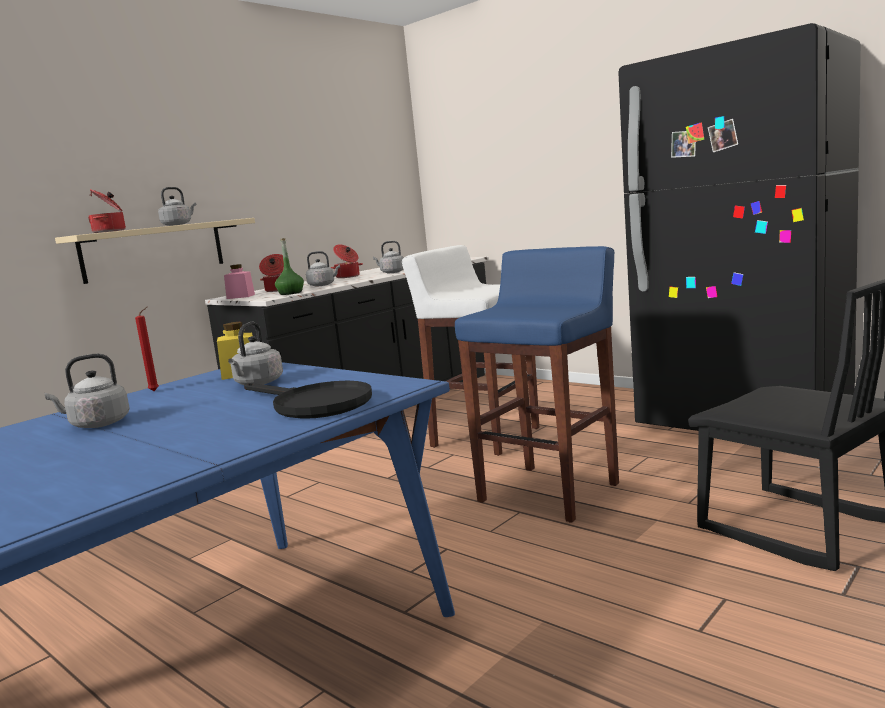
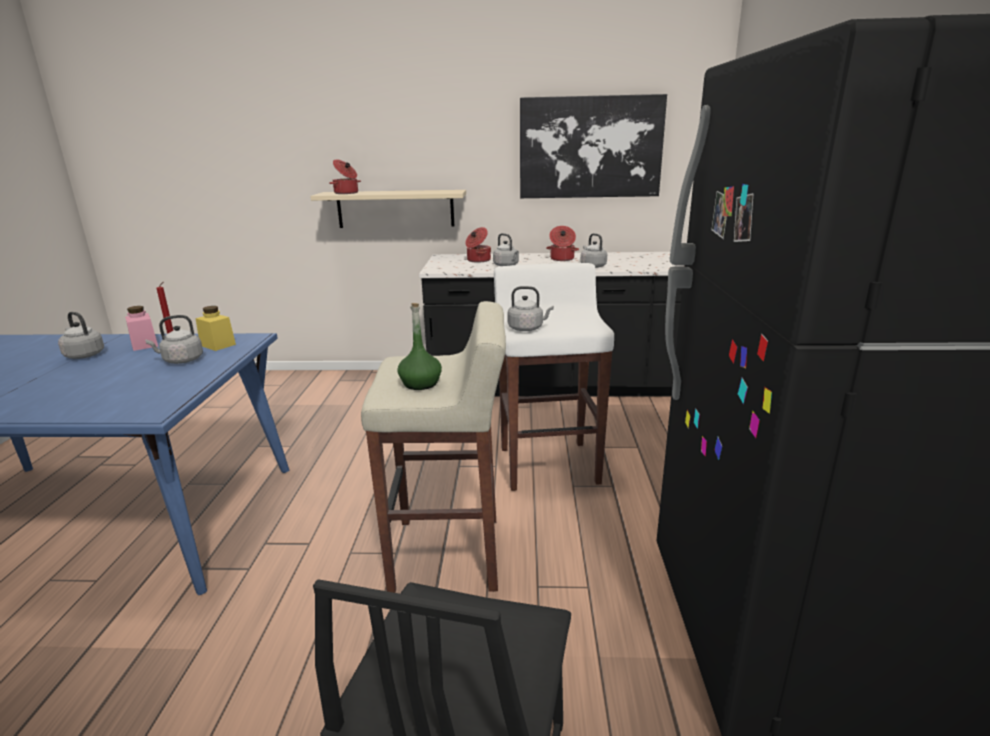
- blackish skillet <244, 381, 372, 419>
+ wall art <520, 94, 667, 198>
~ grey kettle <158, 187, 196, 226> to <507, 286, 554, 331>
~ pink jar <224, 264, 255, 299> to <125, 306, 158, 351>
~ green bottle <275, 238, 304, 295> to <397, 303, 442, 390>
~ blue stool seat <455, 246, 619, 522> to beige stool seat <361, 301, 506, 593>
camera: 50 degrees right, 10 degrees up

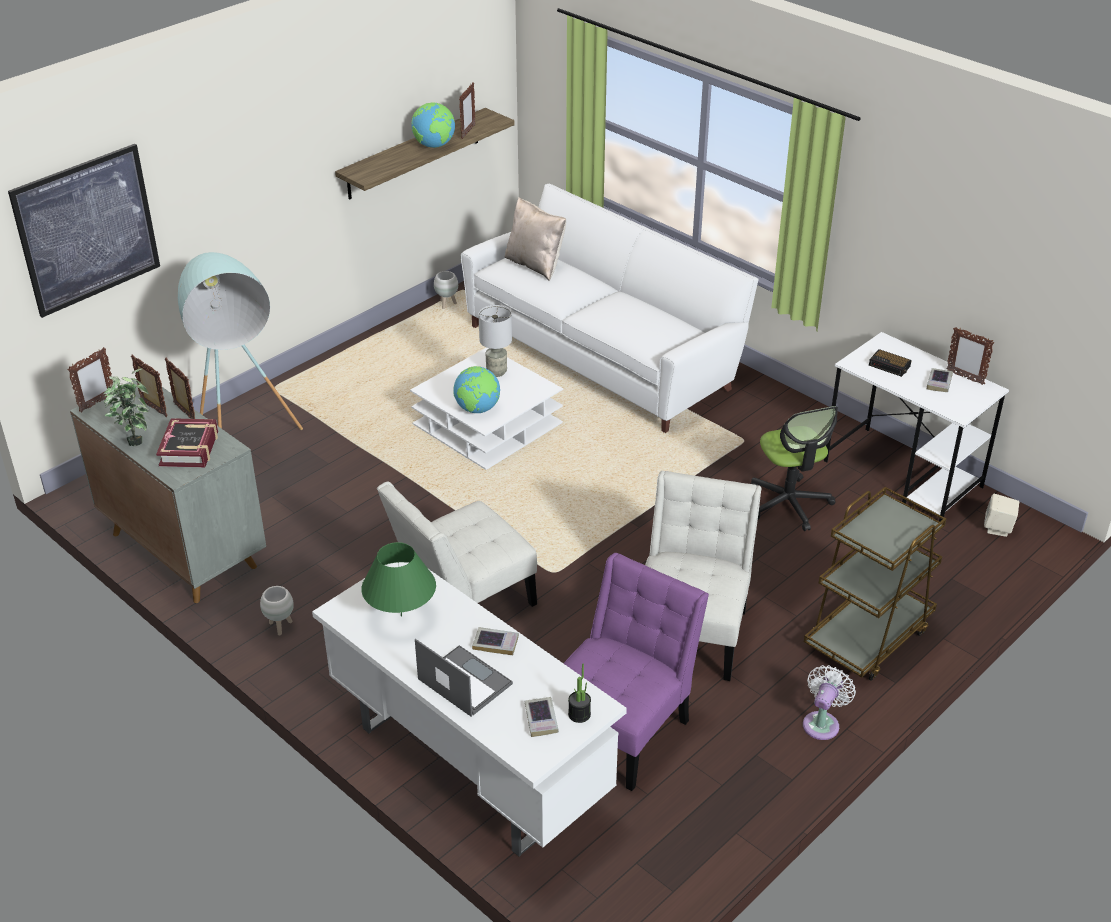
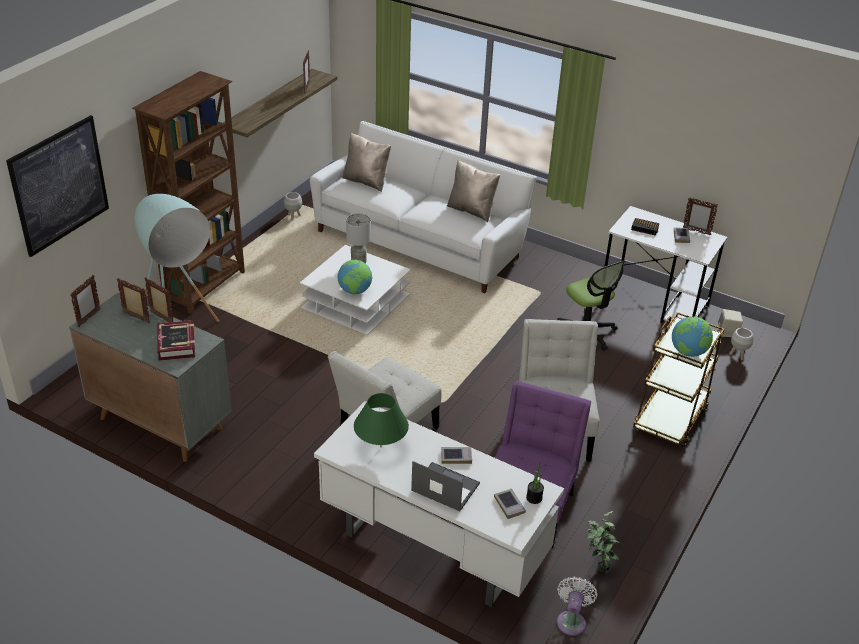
+ brown shelving unit <132, 71, 245, 314>
+ beige cushion <447, 160, 500, 222>
~ plant in a pot <103, 369, 149, 446> to <587, 511, 620, 572>
~ white plant pot <260, 586, 294, 636> to <729, 328, 754, 360>
~ world globe <411, 103, 455, 148> to <672, 316, 713, 357>
~ white fan <803, 665, 856, 740> to <557, 576, 597, 636>
camera: 15 degrees left, 0 degrees up

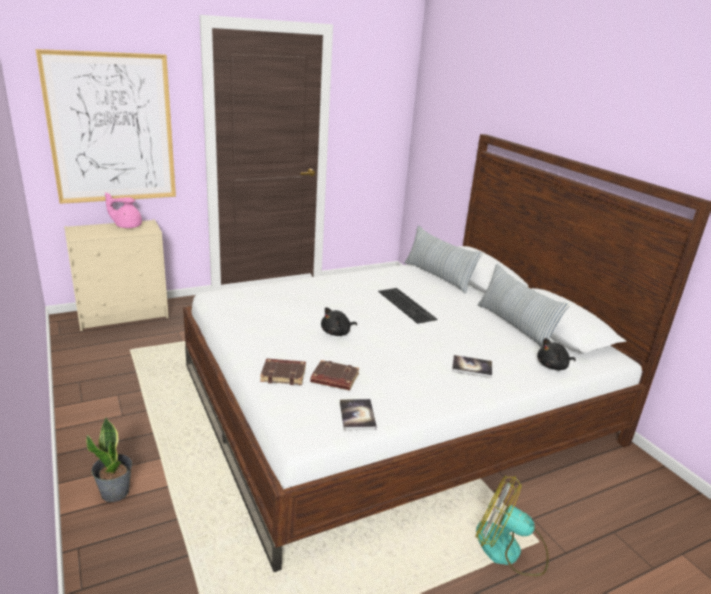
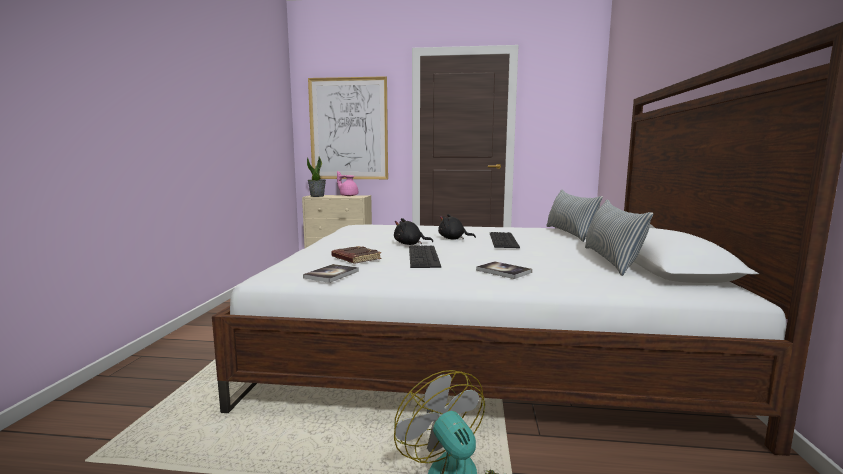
- brown volume <260, 359, 306, 385>
+ PC keyboard <409, 245, 441, 268>
~ plant in a pot <86, 417, 132, 502> to <307, 156, 326, 197>
~ blackish soft toy <537, 338, 576, 370> to <438, 214, 476, 240>
camera: 35 degrees right, 15 degrees down

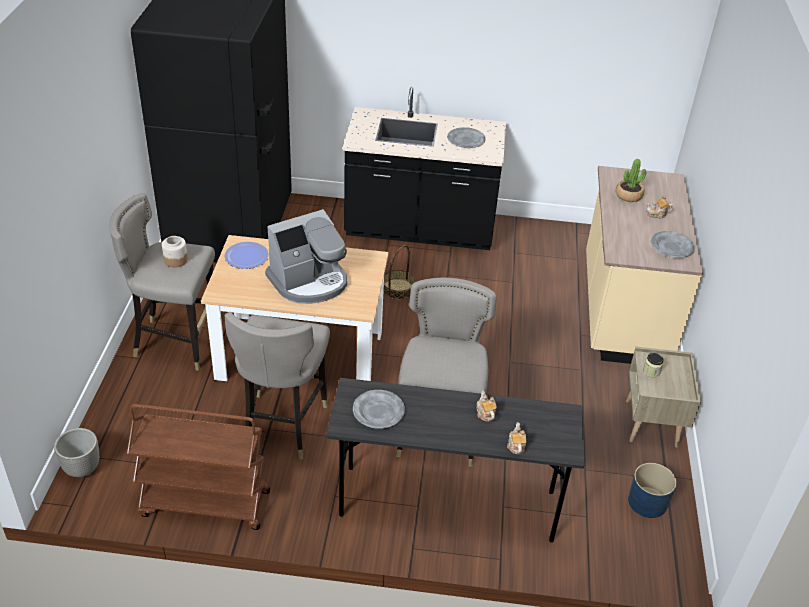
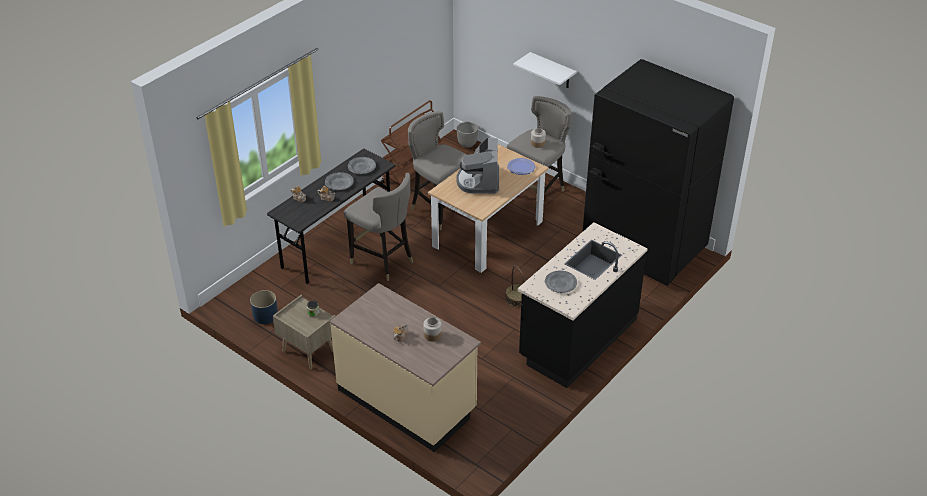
+ white wall shelf <513, 52, 577, 88>
~ grey dinner plate <651, 231, 695, 258> to <325, 172, 354, 190>
~ plant in a pot <616, 159, 646, 202> to jar <423, 317, 442, 342>
camera: 125 degrees right, 0 degrees up

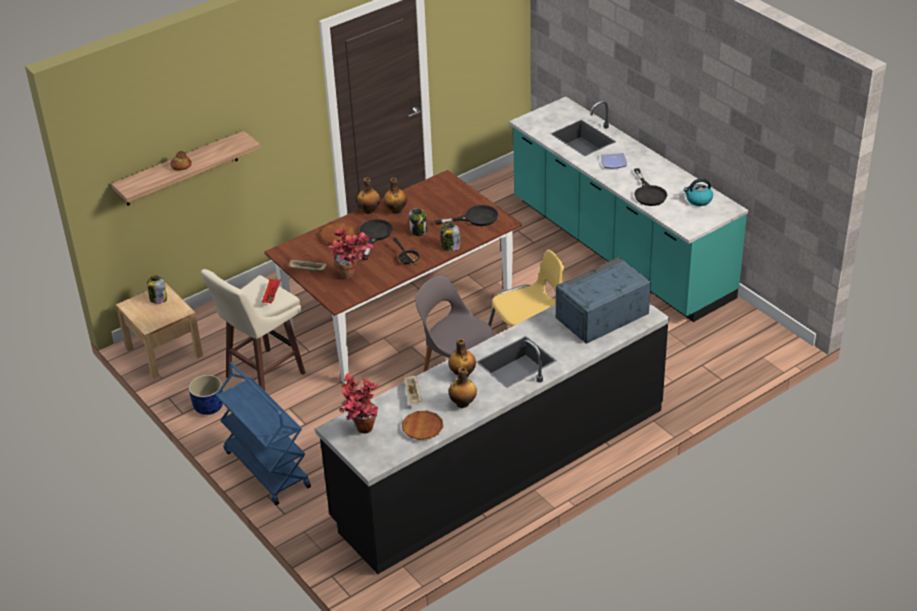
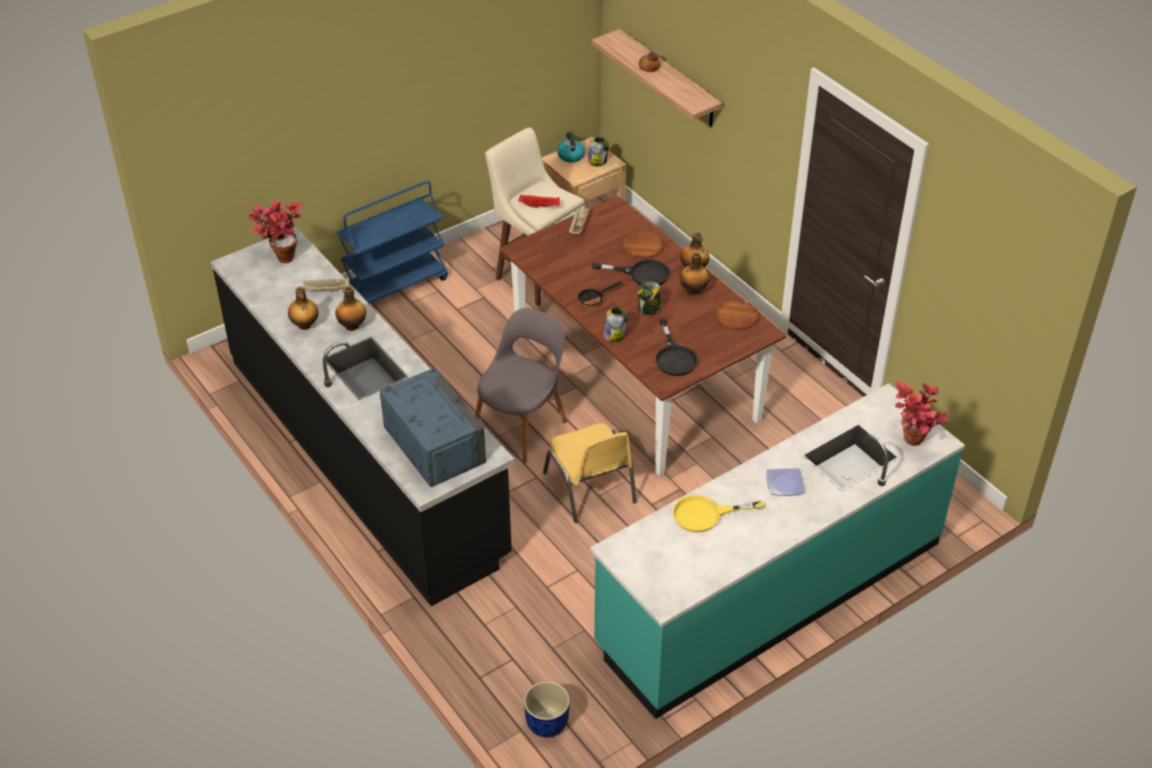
~ blue plant pot <188, 375, 223, 415> to <524, 681, 570, 737>
~ plant in a pot <328, 227, 373, 279> to <895, 381, 949, 446>
~ brown dinner plate <402, 410, 443, 440> to <715, 300, 759, 329>
~ kettle <683, 178, 713, 206> to <557, 132, 585, 163>
~ blackish skillet <634, 168, 667, 206> to yellow skillet <673, 495, 765, 532>
camera: 90 degrees right, 5 degrees up

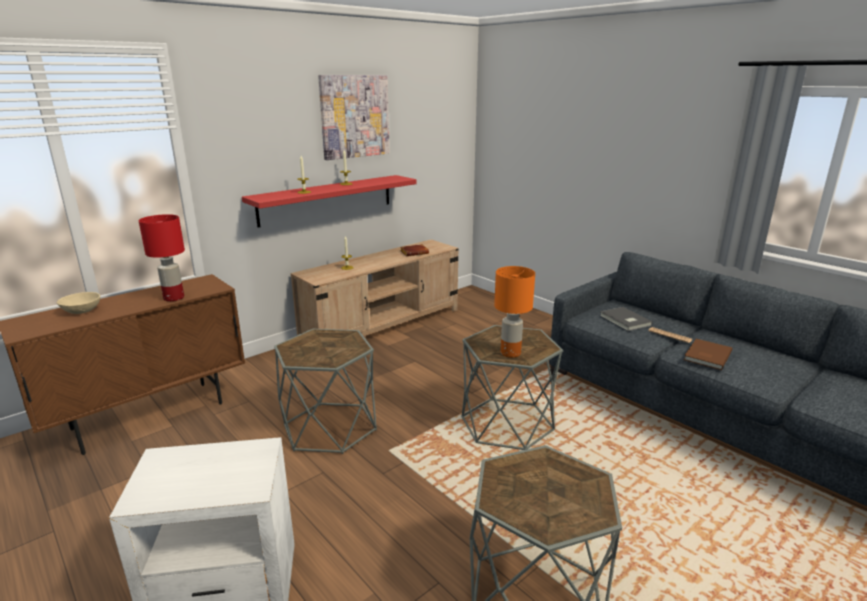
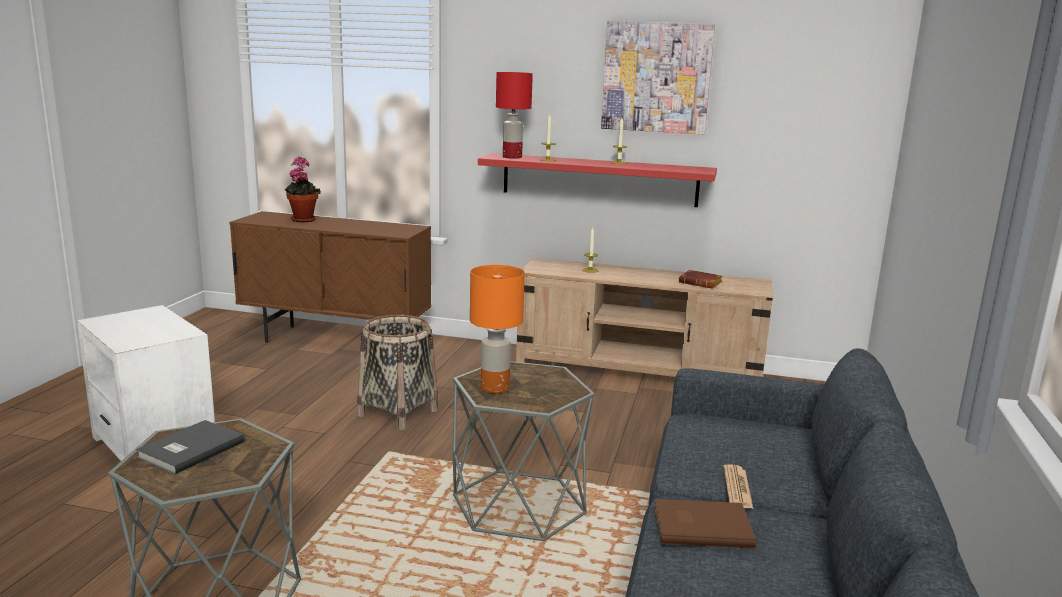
~ reddish table lamp <139, 214, 185, 301> to <496, 72, 533, 159>
~ grey volume <599, 307, 652, 331> to <136, 420, 245, 474>
~ beige deep dish <57, 292, 100, 314> to plant in a pot <285, 156, 321, 222>
~ grey accent table <274, 329, 377, 454> to household basket <357, 315, 439, 430>
camera: 55 degrees right, 5 degrees down

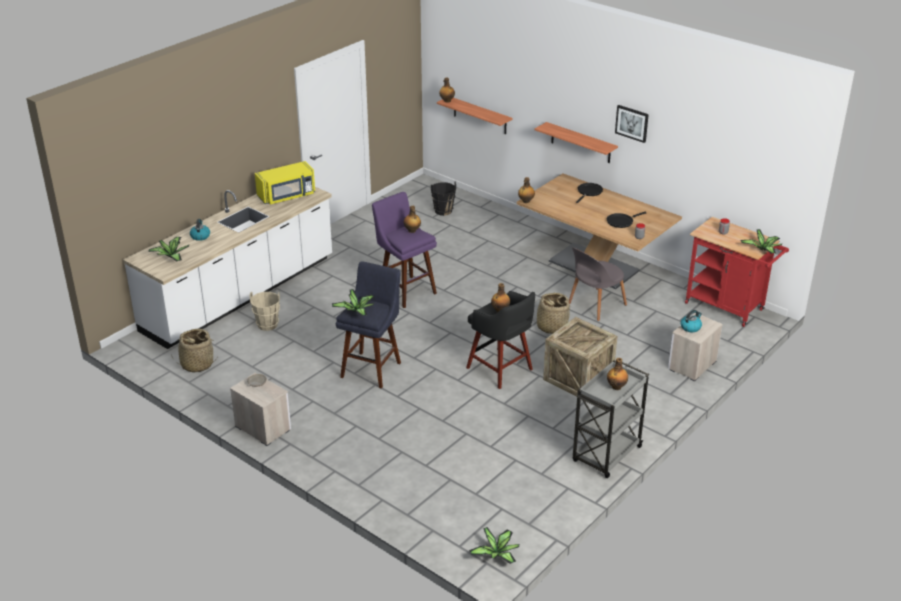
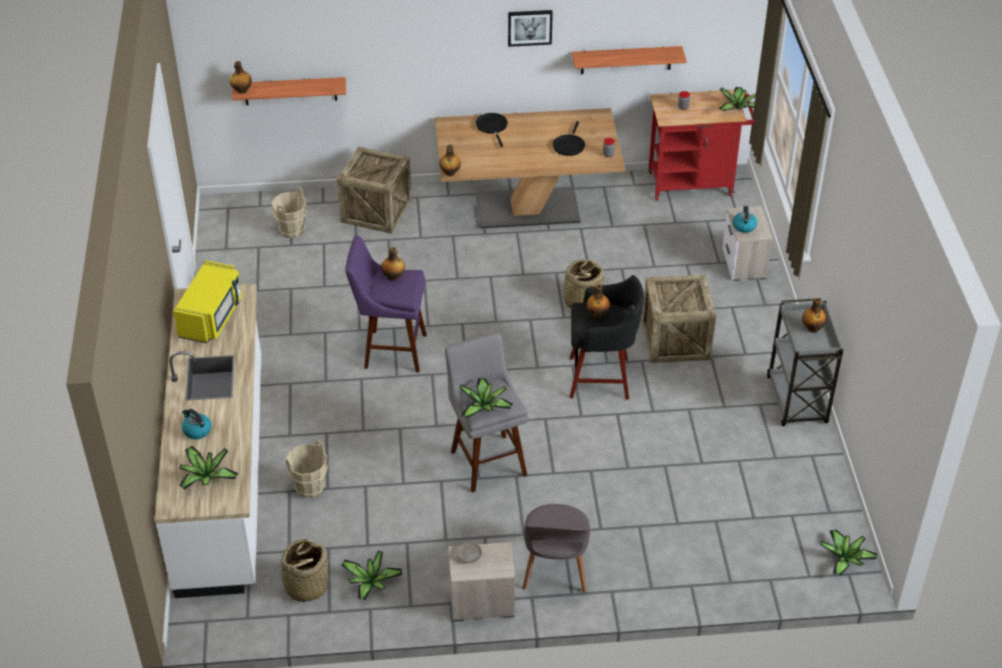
+ shipping crate <337, 147, 412, 234>
+ plant in a pot <342, 551, 402, 600>
~ wall shelf <534, 122, 618, 163> to <572, 46, 687, 74>
~ grey chair <569, 247, 627, 321> to <523, 504, 590, 593>
~ blue stool seat <336, 262, 401, 389> to grey stool seat <445, 333, 529, 493>
~ blackish water bucket <431, 181, 456, 216> to beige water bucket <271, 187, 307, 238>
camera: 45 degrees left, 10 degrees up

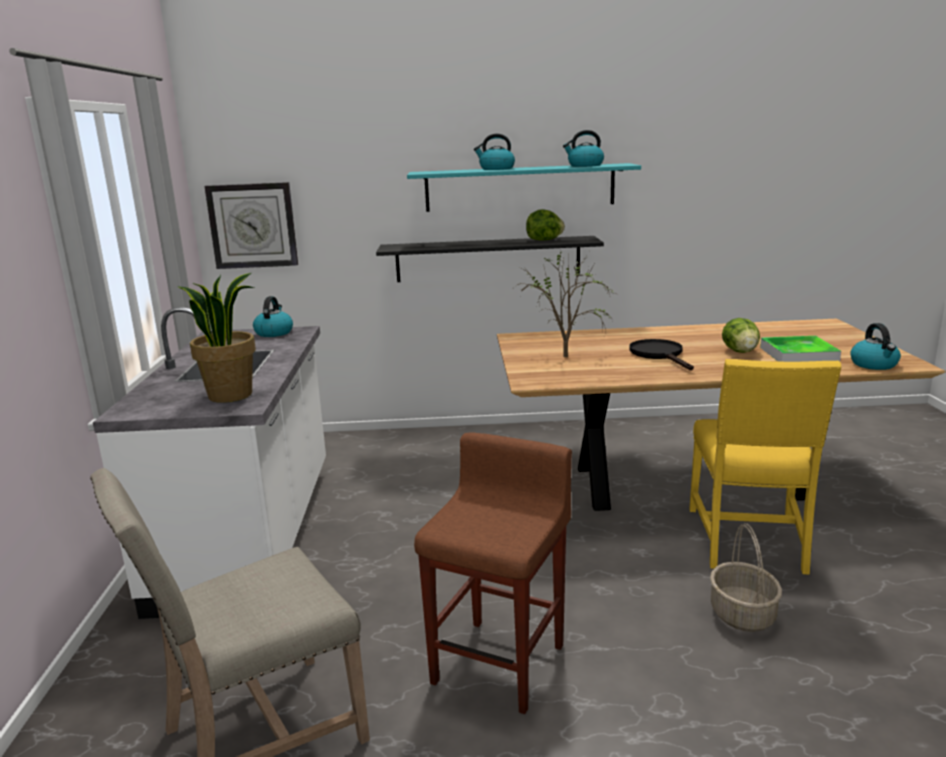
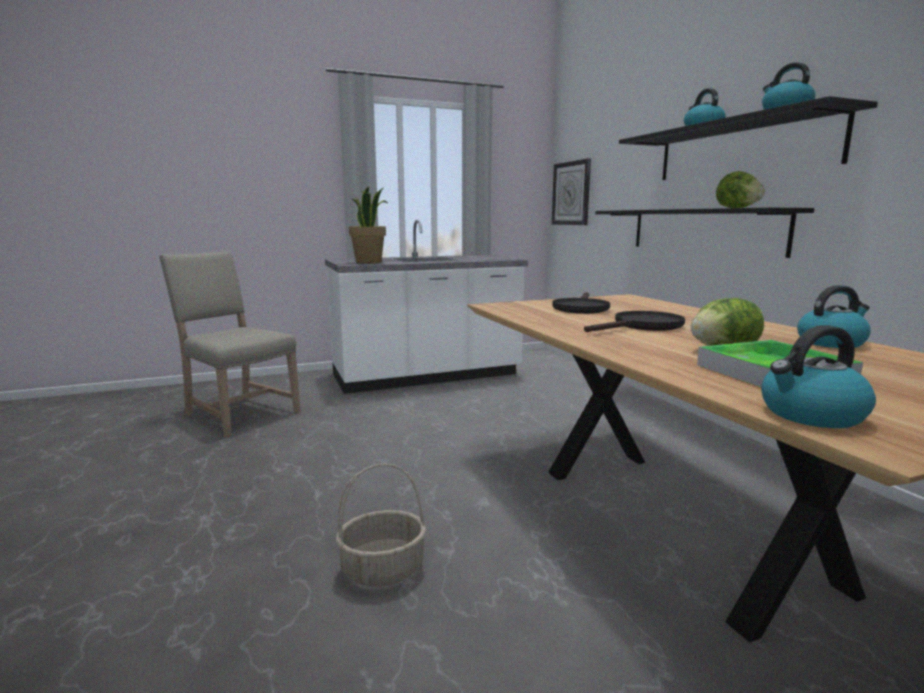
- brown stool seat <414, 432, 572, 714>
- yellow chair <689, 359, 841, 575>
~ kettle <253, 296, 293, 337> to <797, 285, 871, 348>
~ plant in a pot <515, 250, 614, 357> to blackish skillet <552, 292, 610, 314>
~ turquoise-coloured wall shelf <407, 163, 641, 212> to blackish wall shelf <619, 96, 878, 180>
camera: 70 degrees right, 5 degrees down

